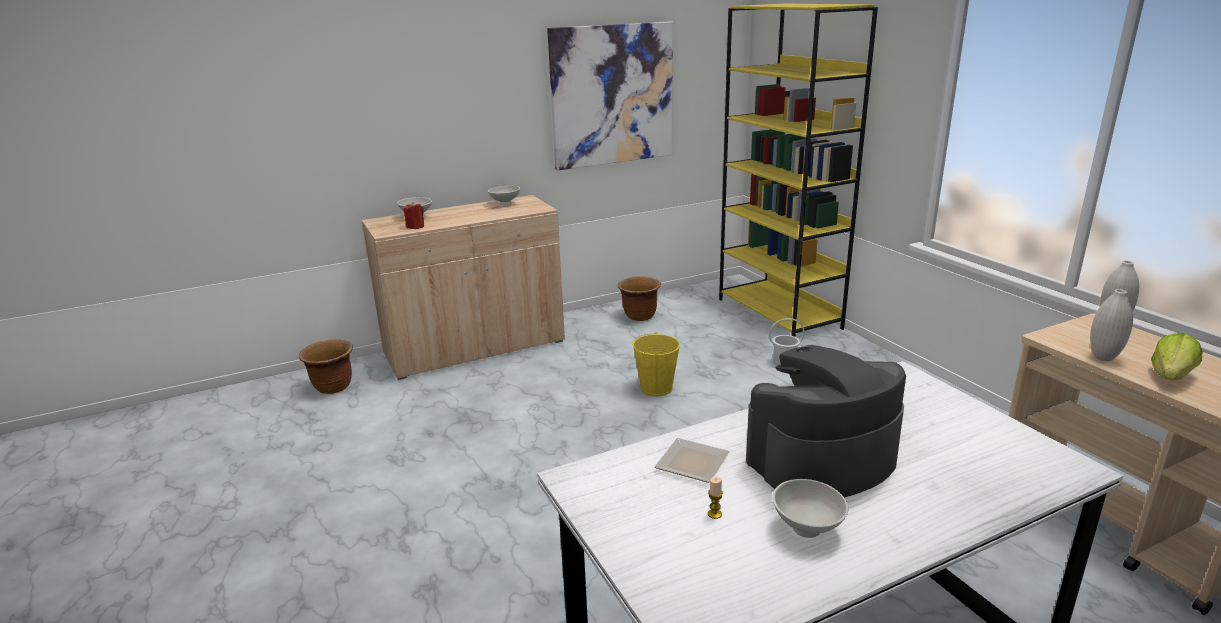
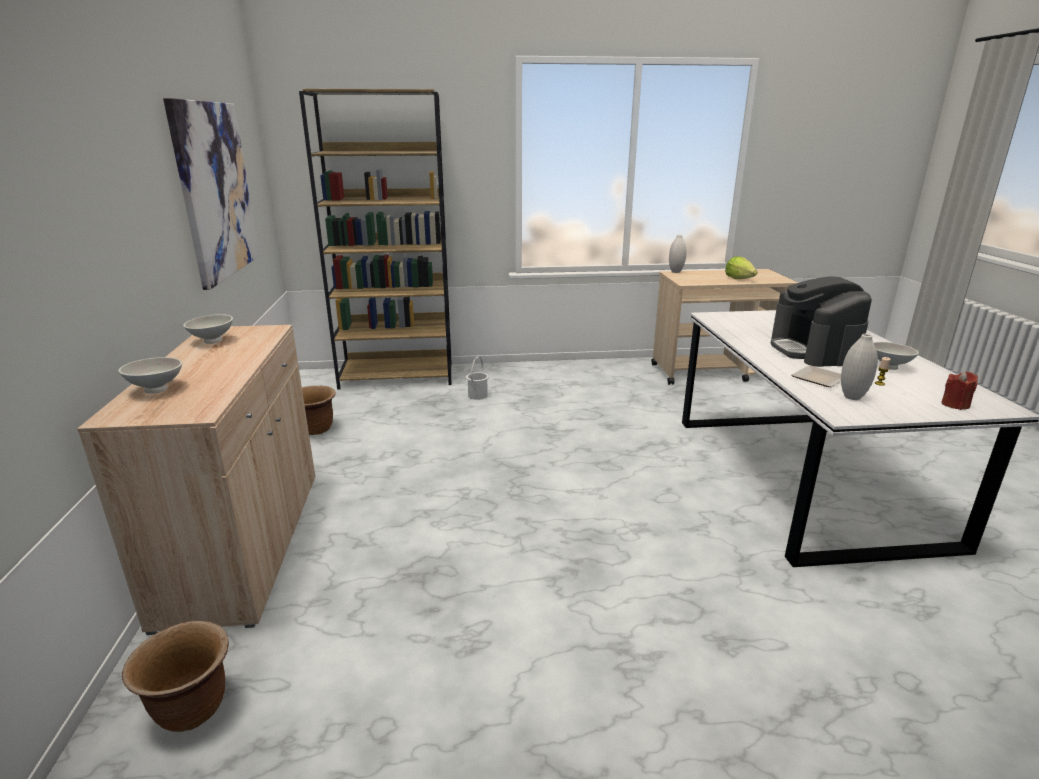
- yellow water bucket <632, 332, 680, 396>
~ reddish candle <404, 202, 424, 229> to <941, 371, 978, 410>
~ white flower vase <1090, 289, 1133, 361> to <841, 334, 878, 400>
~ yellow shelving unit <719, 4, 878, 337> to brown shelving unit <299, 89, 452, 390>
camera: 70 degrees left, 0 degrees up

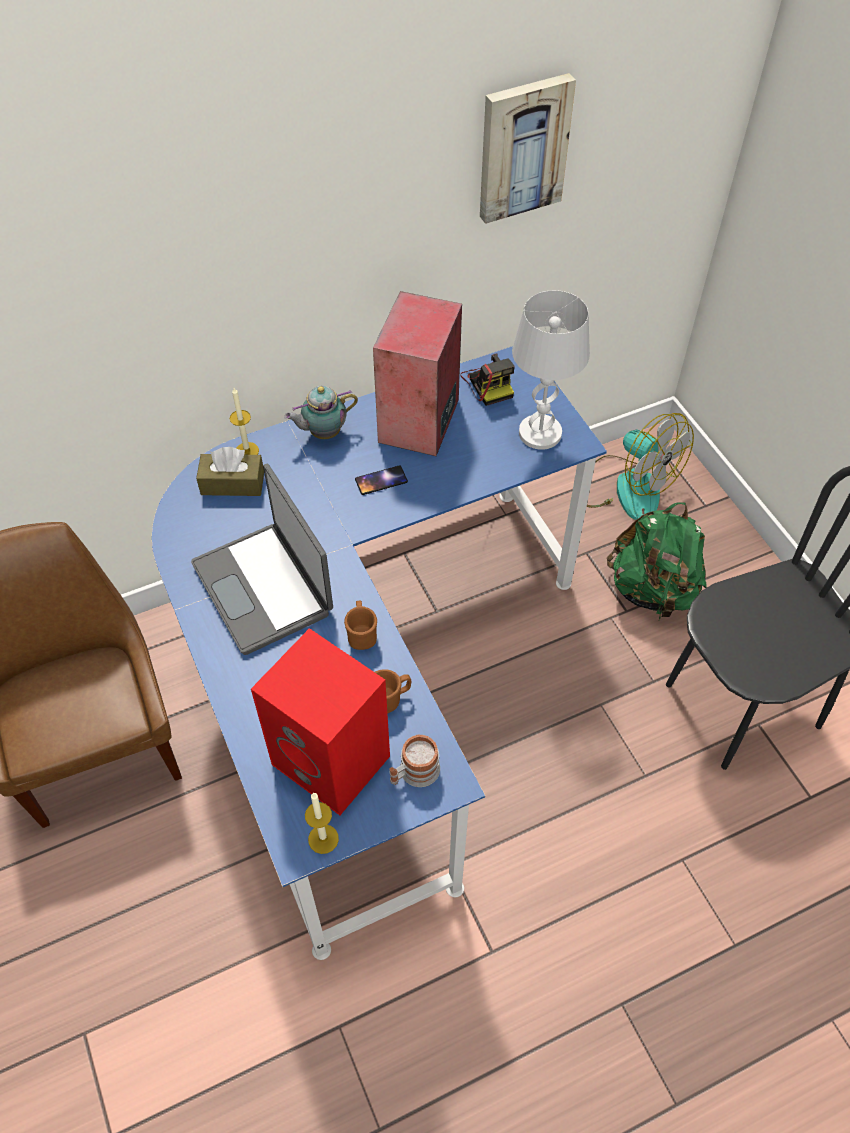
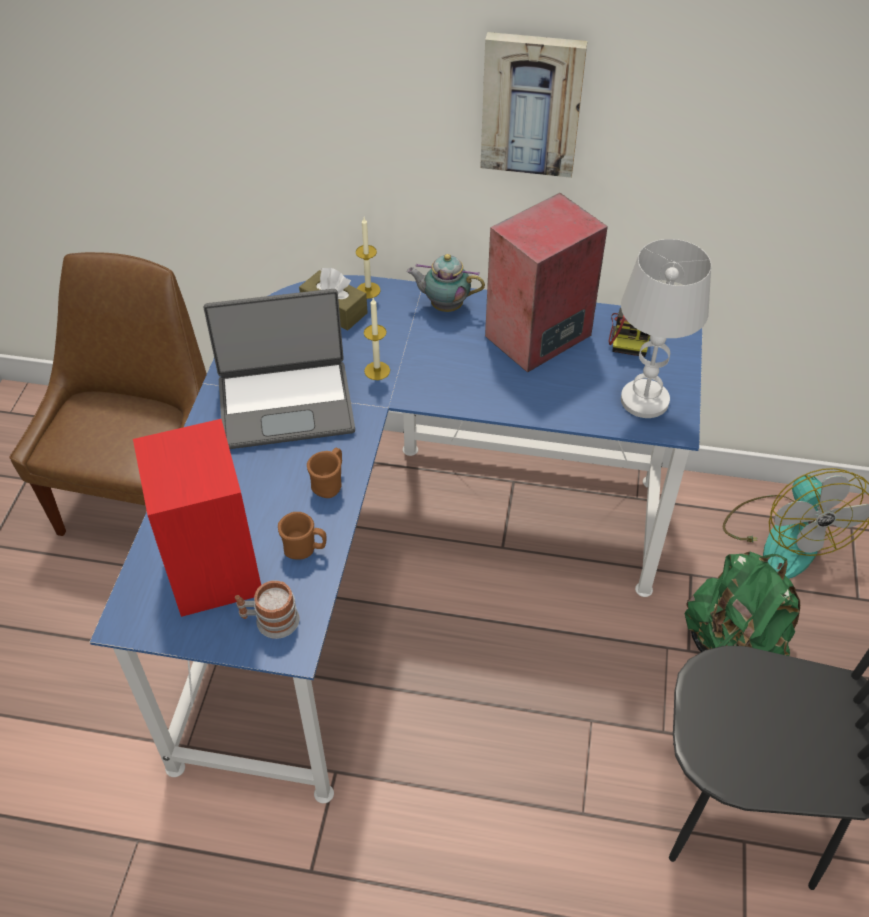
- telephone <355, 465, 408, 495>
~ candle <305, 793, 339, 854> to <364, 298, 390, 380>
~ wall art <480, 73, 576, 224> to <480, 32, 587, 178>
~ laptop <191, 464, 333, 655> = <204, 289, 355, 449> 105 degrees counterclockwise
camera: 35 degrees right, 5 degrees down

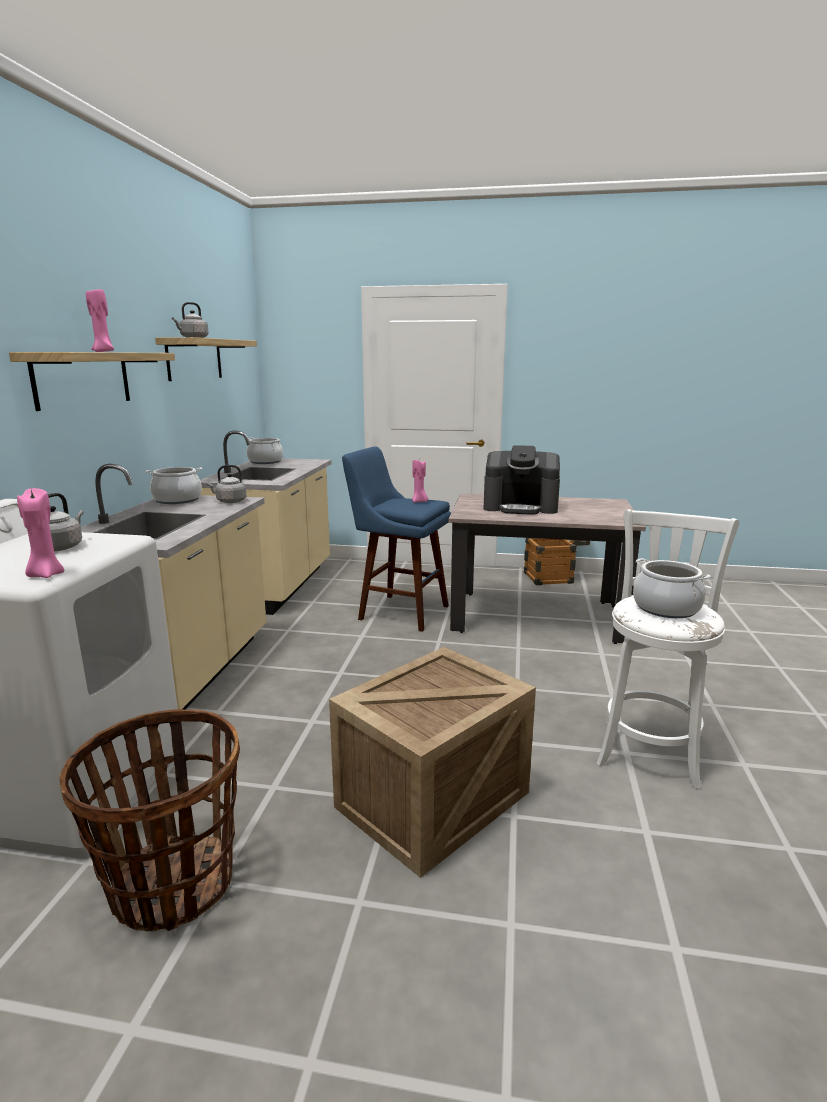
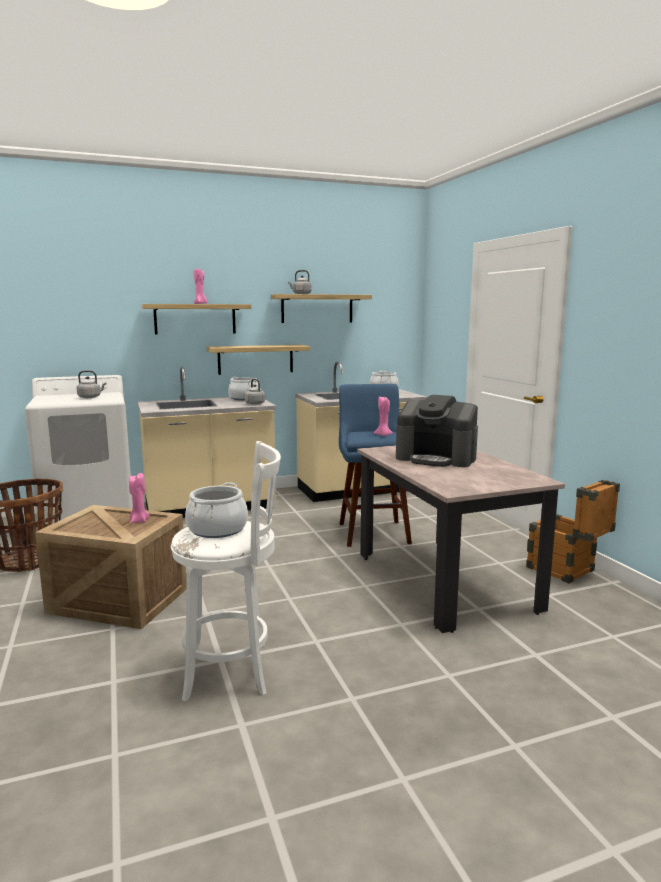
+ wall shelf <207, 345, 310, 375>
~ pink candle <17, 488, 64, 578> to <129, 473, 150, 523>
~ coffee machine <484, 445, 560, 515> = <396, 395, 478, 467> 45 degrees counterclockwise
camera: 60 degrees right, 5 degrees down

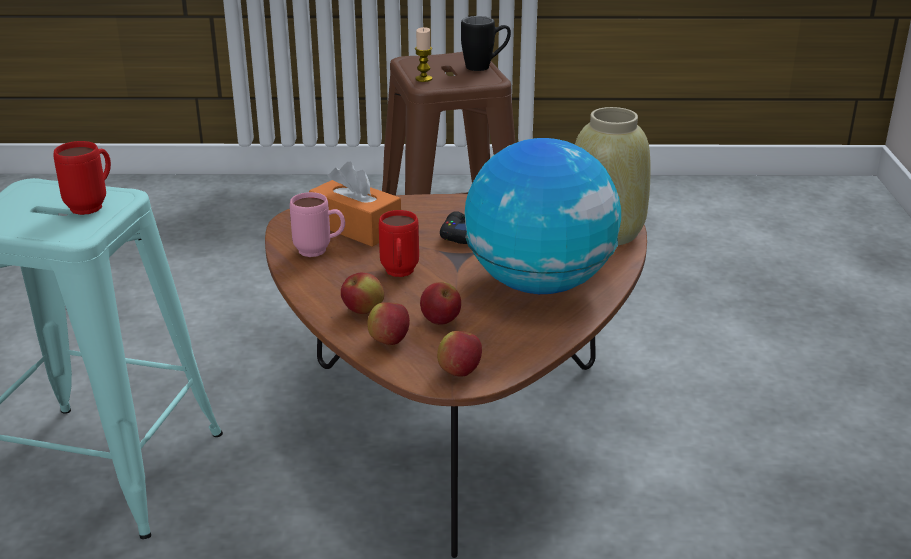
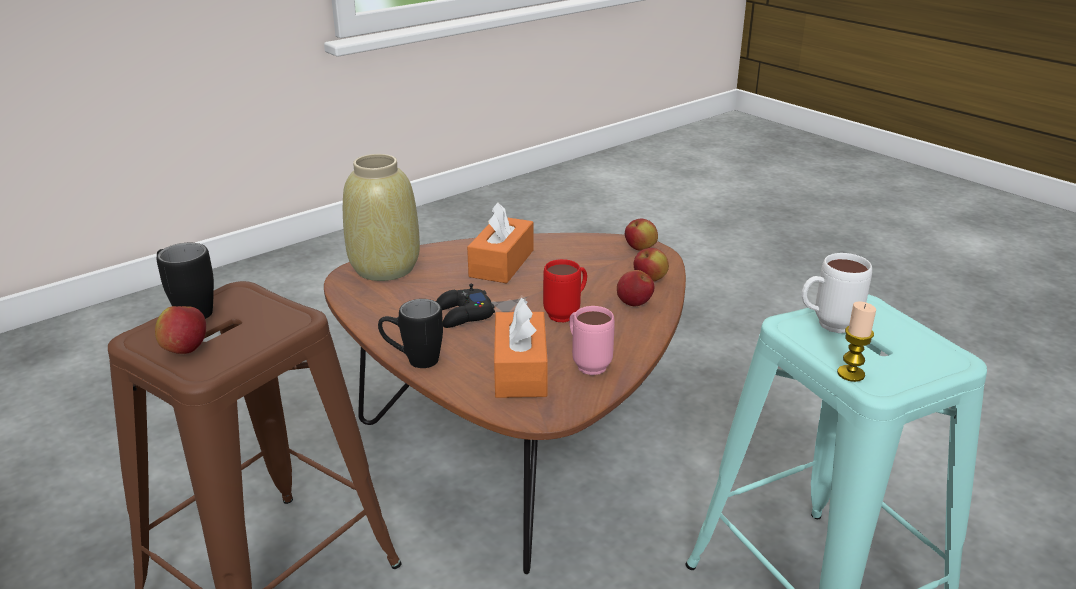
+ blackish coffee mug <378, 299, 443, 368>
~ candle <415, 27, 432, 82> to <837, 302, 876, 382>
~ whole apple <420, 282, 461, 325> to <155, 306, 206, 354>
~ world globe <465, 138, 621, 294> to orange-coloured tissue holder <467, 202, 534, 283>
~ reddish coffee mug <54, 141, 111, 215> to white coffee mug <802, 253, 872, 333>
camera: 130 degrees left, 0 degrees up

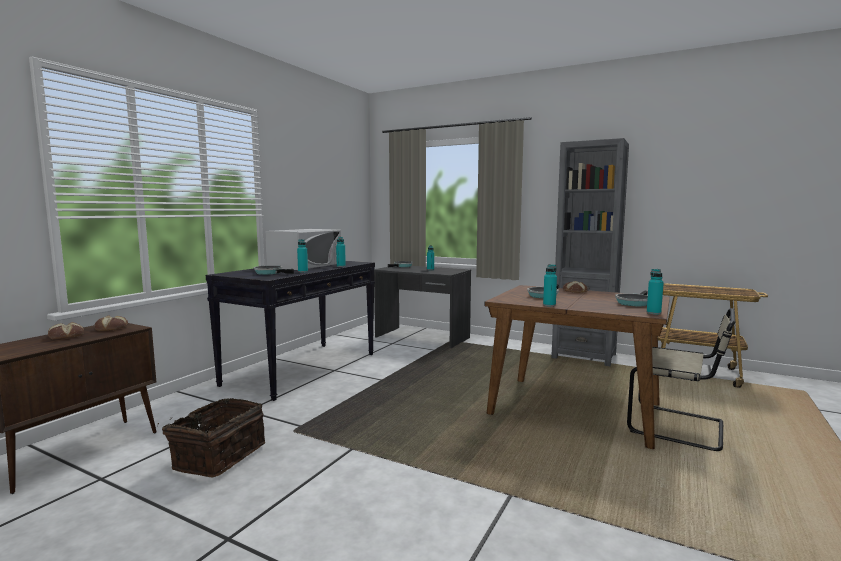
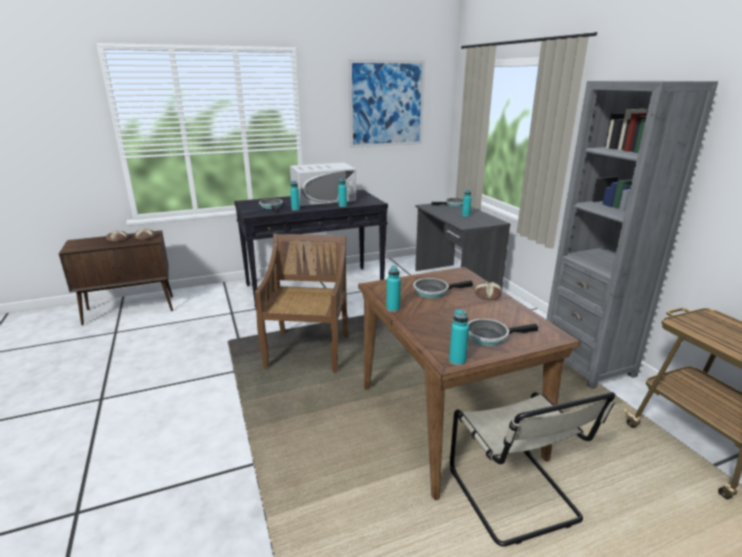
- household basket <158, 398, 265, 478>
+ brown chair <255, 234, 348, 373>
+ wall art <348, 59, 426, 148>
camera: 40 degrees right, 15 degrees up

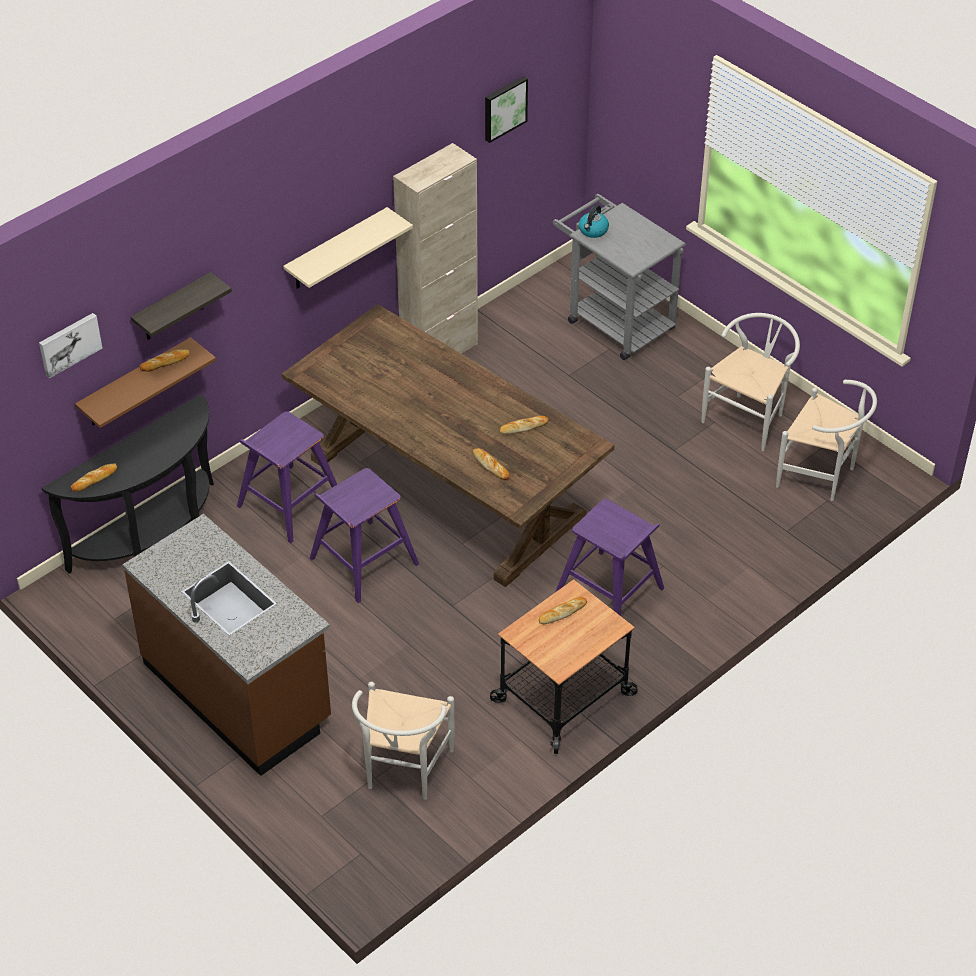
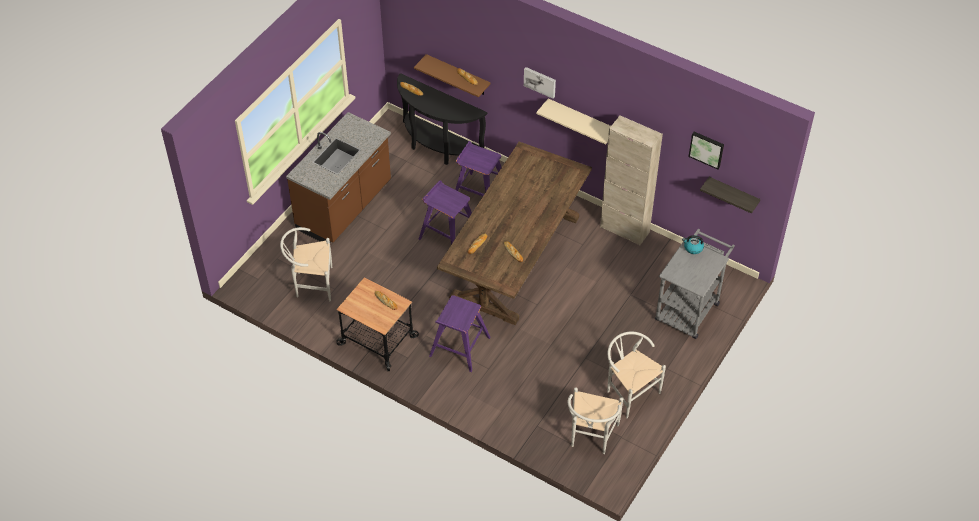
~ wall art <39, 313, 103, 378> to <524, 67, 556, 99>
~ wall shelf <131, 272, 232, 340> to <700, 177, 760, 214>
~ white chair <701, 313, 800, 451> = <607, 332, 666, 418> 150 degrees counterclockwise
camera: 75 degrees right, 5 degrees up

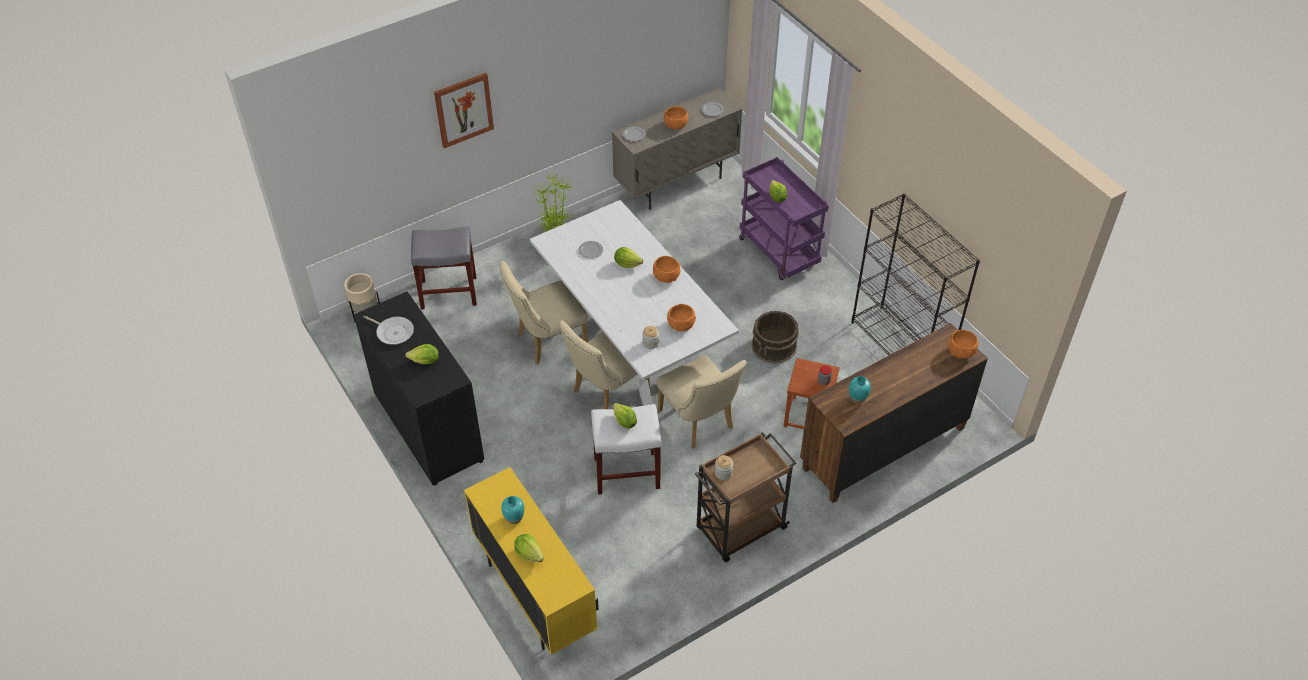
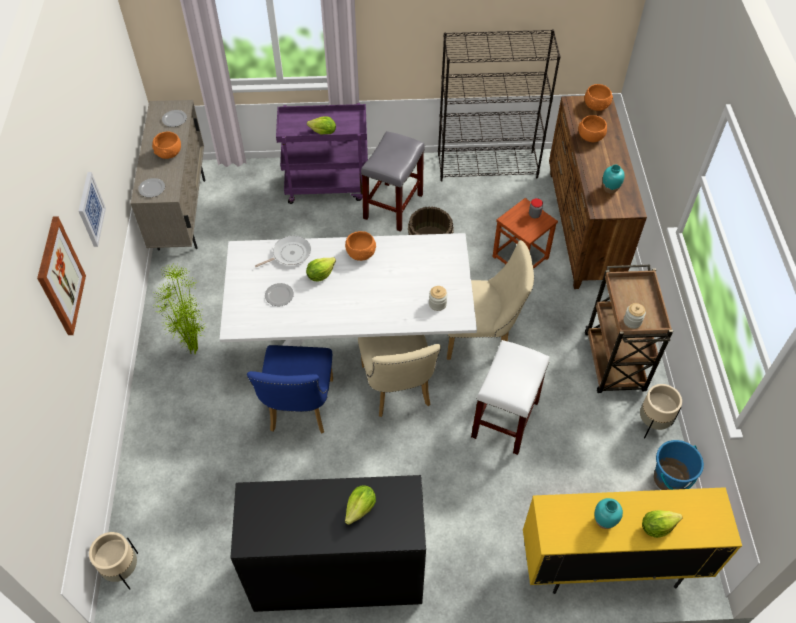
- lettuce <613, 403, 637, 428>
+ wall art <79, 172, 106, 247>
+ beige plant pot <640, 384, 682, 438>
+ blue water bucket <654, 440, 704, 490>
~ skillet <364, 316, 414, 345> to <255, 236, 311, 267>
~ grey stool seat <411, 226, 477, 310> to <361, 131, 425, 232>
~ orange-coloured deep dish <667, 304, 696, 332> to <578, 115, 607, 142>
~ beige chair <500, 261, 588, 365> to blue chair <247, 345, 333, 434>
camera: 60 degrees left, 5 degrees up

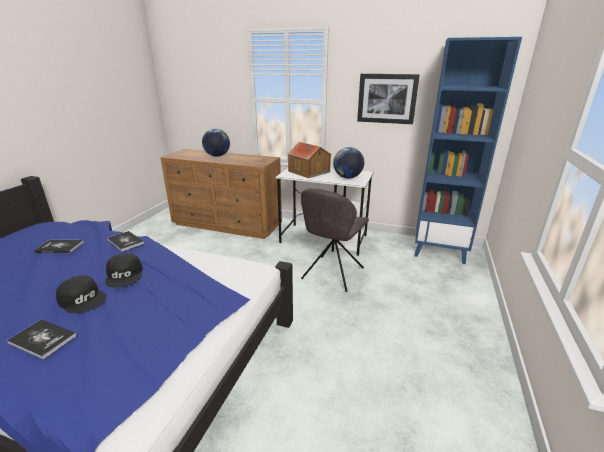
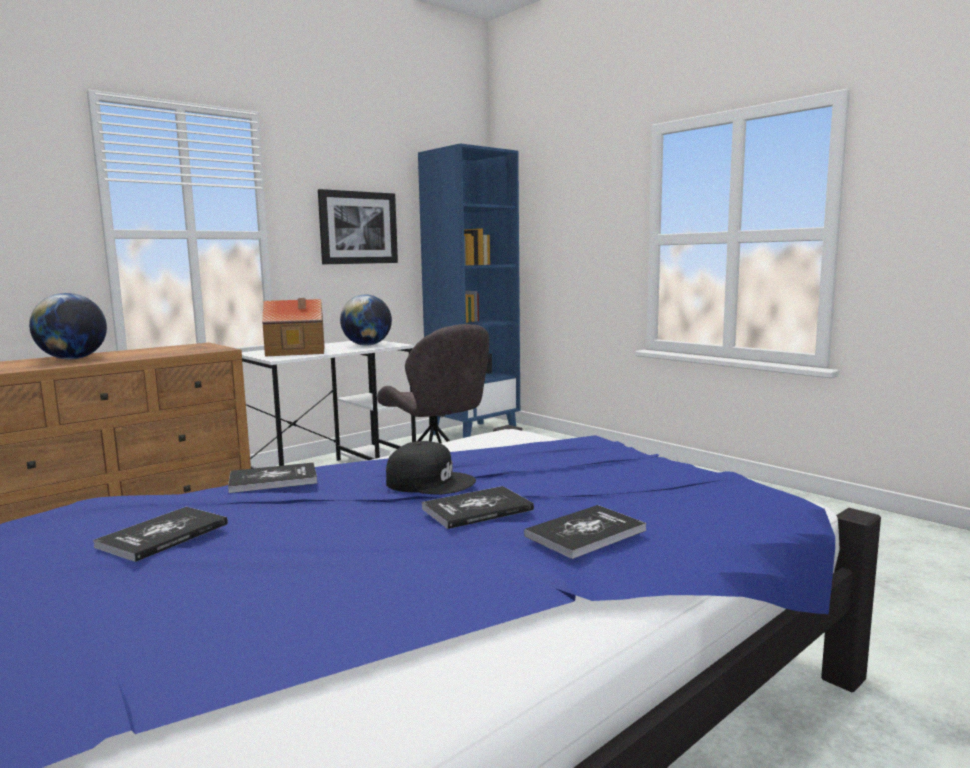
~ blackish baseball cap <56, 275, 106, 313> to volume <422, 486, 534, 529>
camera: 60 degrees left, 15 degrees down

